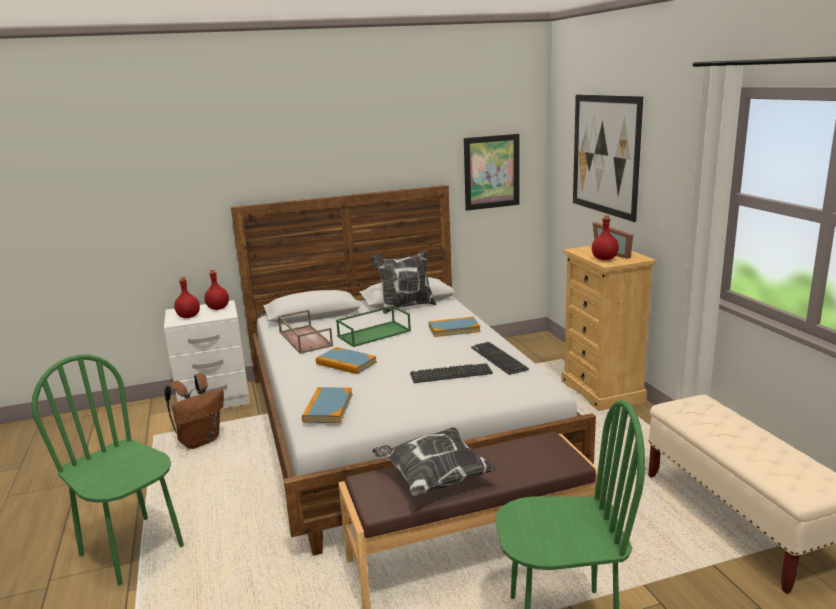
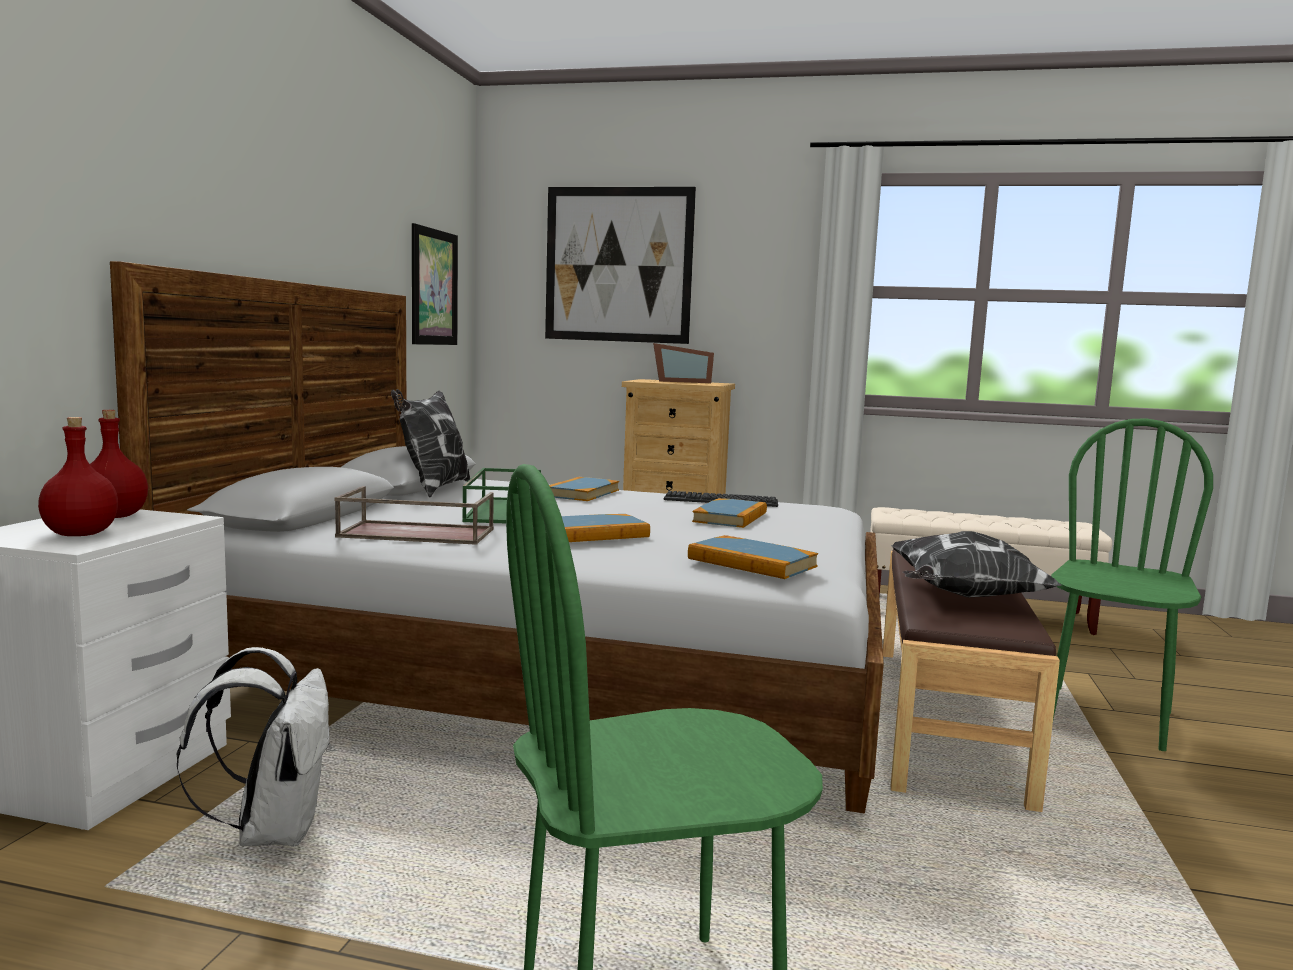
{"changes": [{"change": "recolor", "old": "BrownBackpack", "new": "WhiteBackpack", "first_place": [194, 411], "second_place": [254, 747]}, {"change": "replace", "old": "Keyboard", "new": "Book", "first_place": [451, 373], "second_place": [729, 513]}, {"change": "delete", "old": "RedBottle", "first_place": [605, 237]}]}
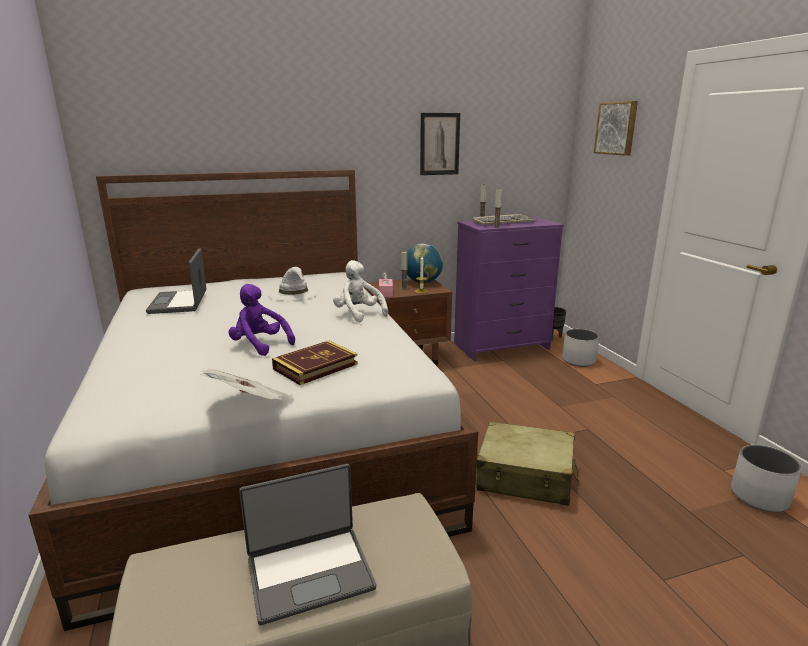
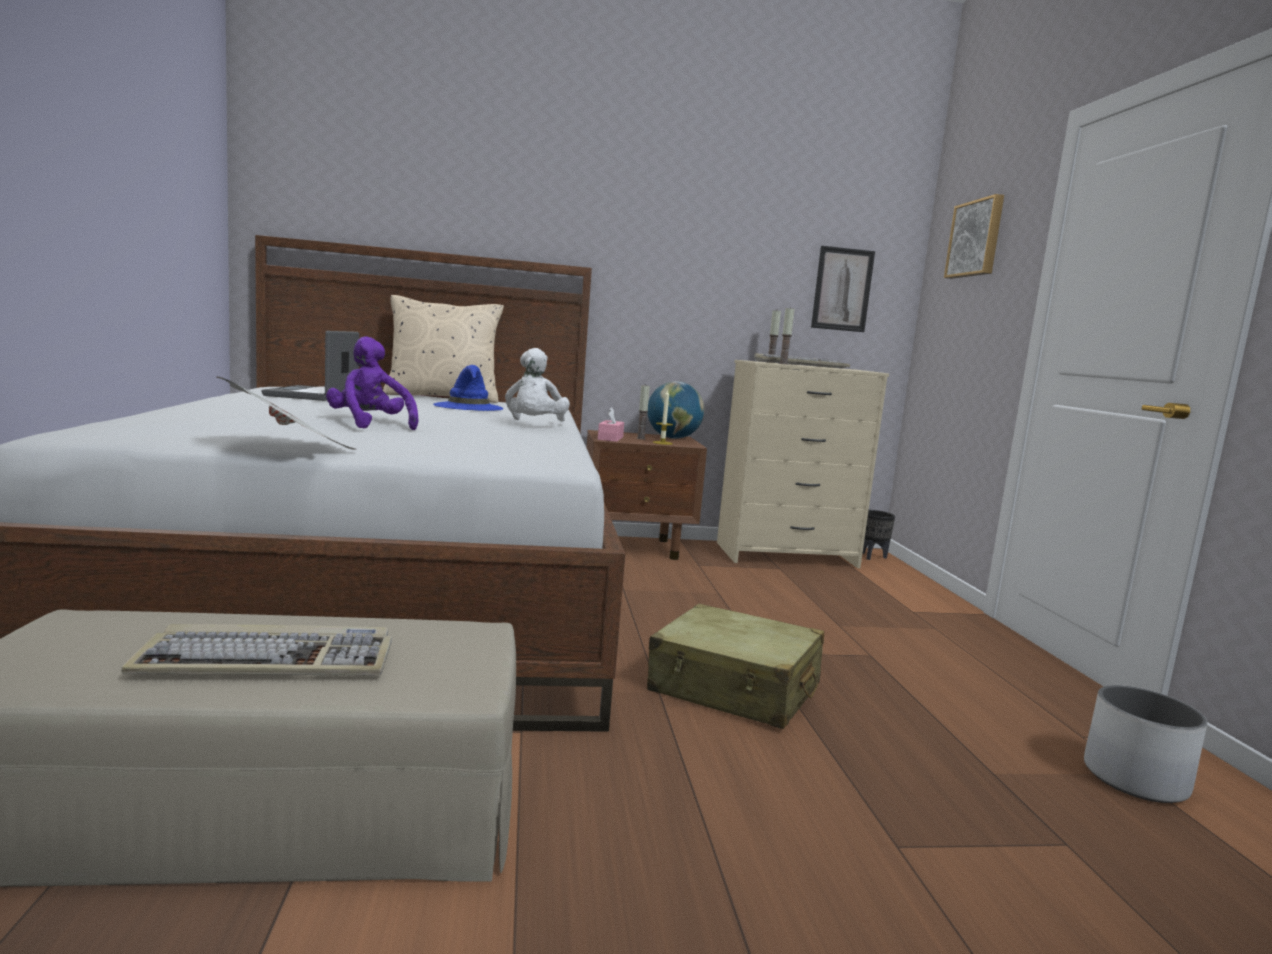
{"changes": [{"change": "replace", "old": "Laptop", "new": "Keyboard", "first_place": [307, 544], "second_place": [256, 650]}, {"change": "insert", "new": "BeigePillow", "second_place": [443, 349]}, {"change": "recolor", "old": "WhiteHat", "new": "BlueHat", "first_place": [294, 284], "second_place": [468, 388]}, {"change": "rotate", "old": "WhitePlushToy", "first_place": [360, 291], "second_place": [537, 385], "degrees": -150}, {"change": "recolor", "old": "PurpleDresser", "new": "BeigeDresser", "first_place": [509, 289], "second_place": [803, 464]}, {"change": "move", "old": "Picture", "first_place": [440, 144], "second_place": [843, 289]}, {"change": "delete", "old": "Book", "first_place": [315, 363]}, {"change": "delete", "old": "WhitePlanter", "first_place": [580, 348]}]}
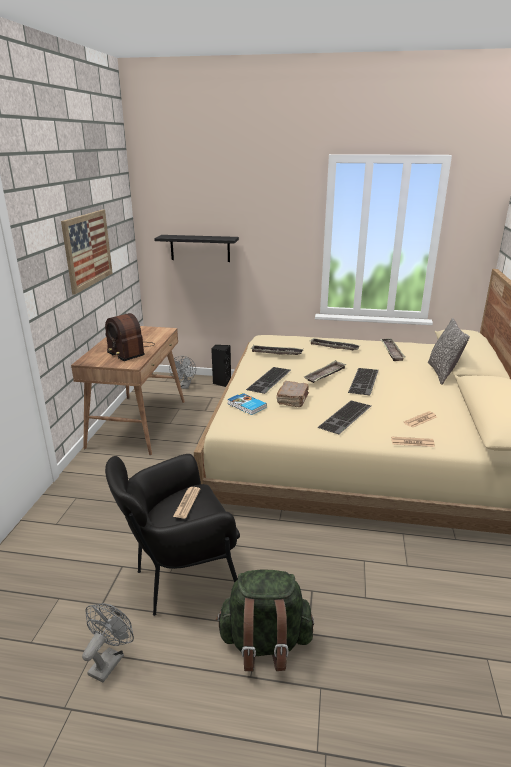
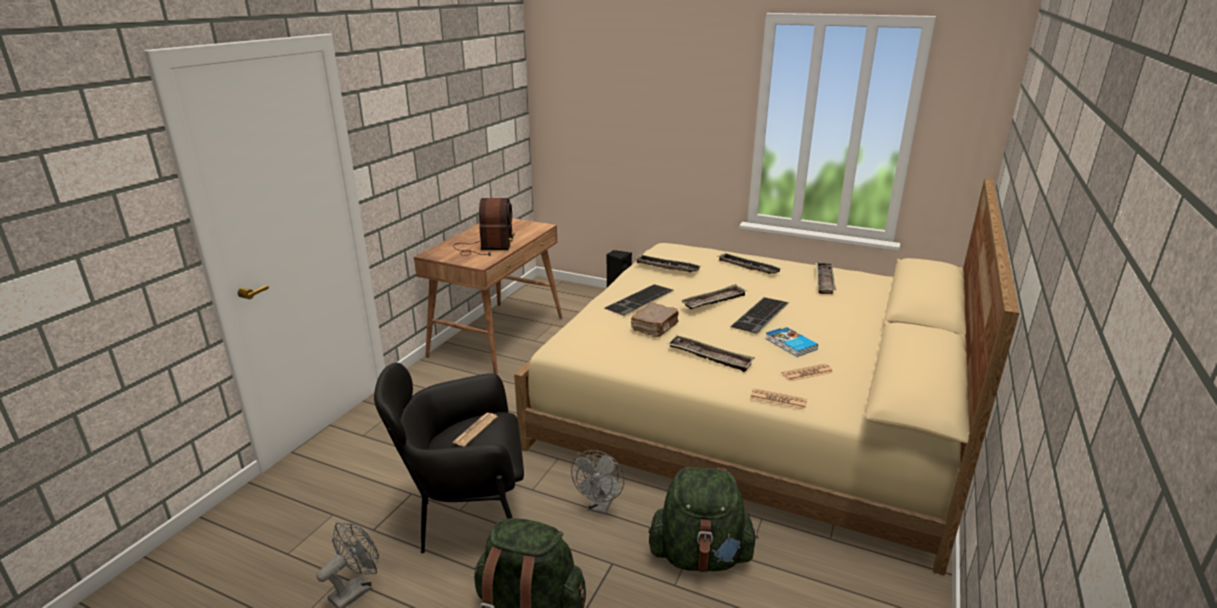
{"changes": [{"change": "rotate", "old": "Radio", "first_place": [130, 337], "second_place": [484, 227], "degrees": -150}, {"change": "move", "old": "GreyFan", "first_place": [182, 372], "second_place": [597, 482]}, {"change": "insert", "new": "GreenBackpack", "second_place": [704, 520]}, {"change": "replace", "old": "Keyboard", "new": "Tray", "first_place": [344, 417], "second_place": [711, 353]}, {"change": "move", "old": "Book", "first_place": [247, 404], "second_place": [791, 341]}, {"change": "delete", "old": "Picture", "first_place": [87, 252]}, {"change": "delete", "old": "BlackShelf", "first_place": [196, 248]}, {"change": "delete", "old": "Pillow", "first_place": [449, 351]}]}
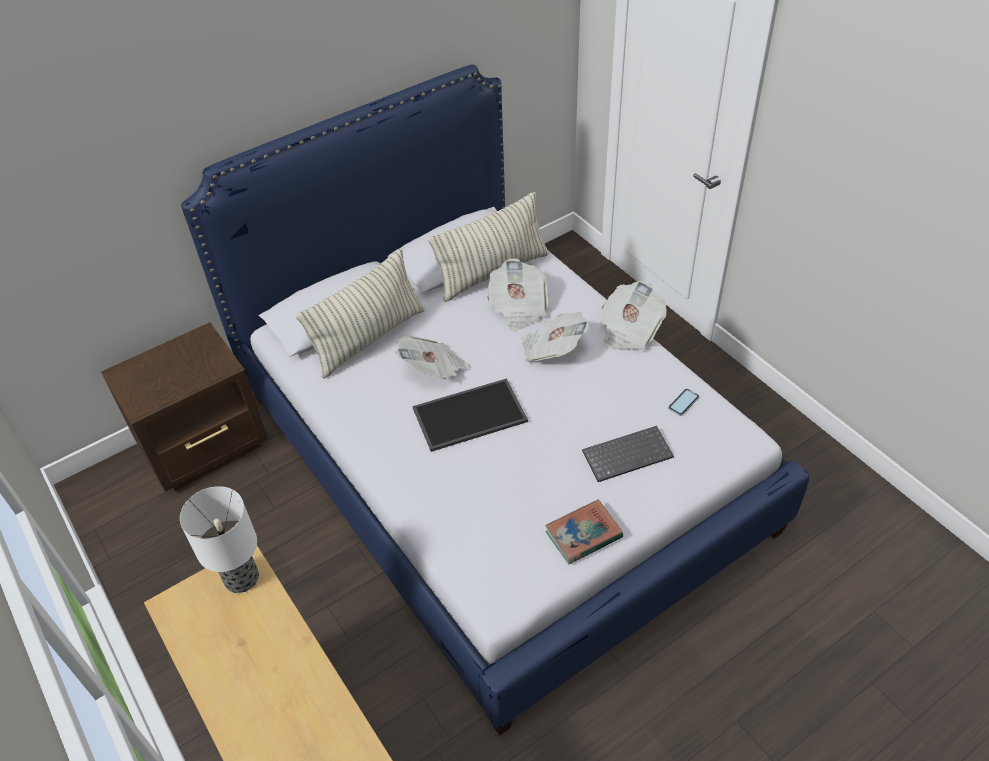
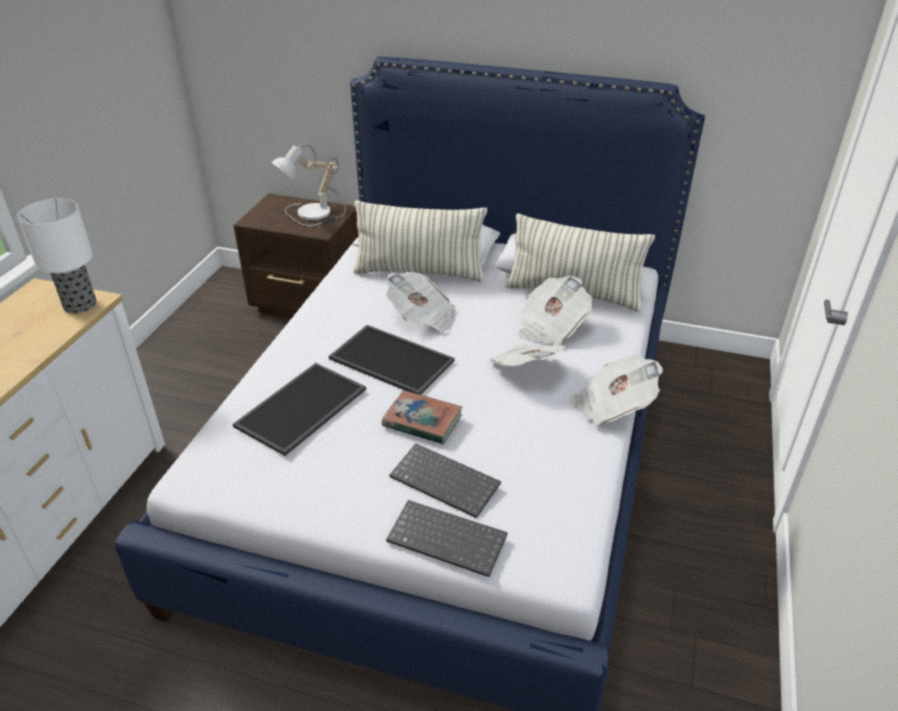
{"changes": [{"change": "insert", "new": "Tray", "second_place": [299, 409]}, {"change": "insert", "new": "TableLamp", "second_place": [308, 186]}, {"change": "move", "old": "Book", "first_place": [584, 531], "second_place": [422, 417]}, {"change": "insert", "new": "Keyboard", "second_place": [447, 538]}, {"change": "delete", "old": "Phone", "first_place": [683, 402]}]}
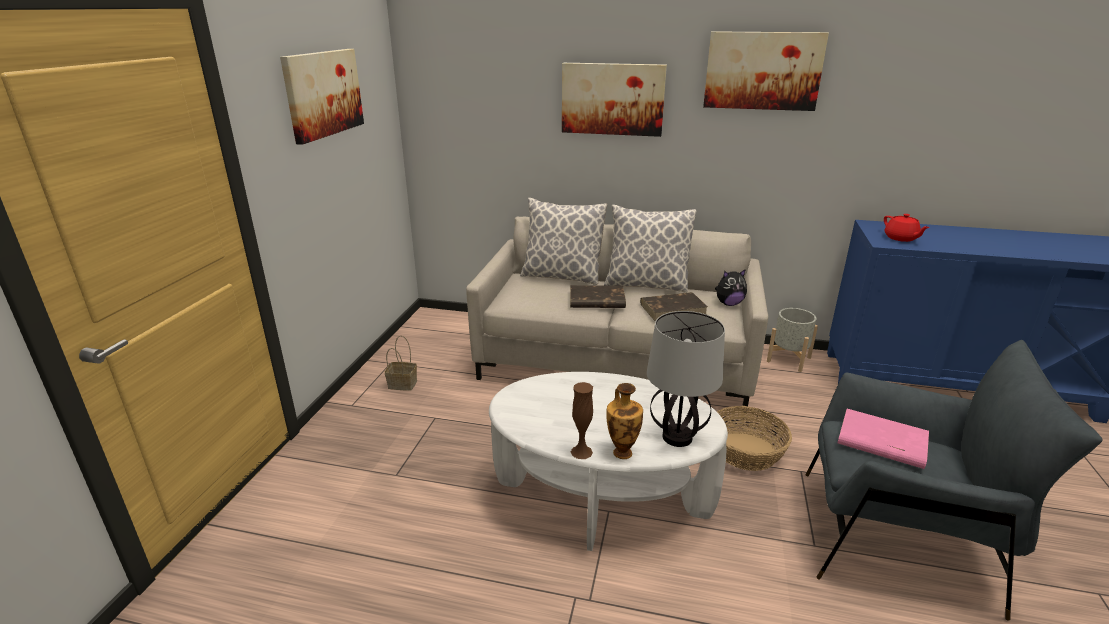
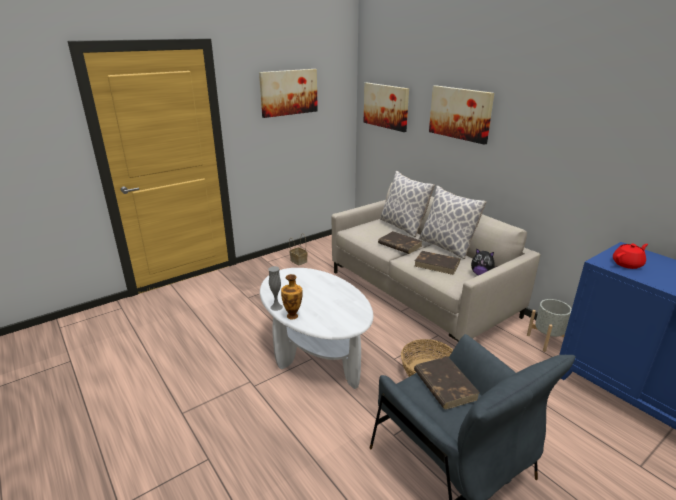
{"changes": [{"change": "recolor", "old": "BrownVase", "new": "GreyVase", "first_place": [582, 420], "second_place": [275, 288]}, {"change": "move", "old": "Picture", "first_place": [766, 71], "second_place": [386, 107]}, {"change": "recolor", "old": "PinkBook", "new": "BrownBook", "first_place": [883, 439], "second_place": [447, 383]}, {"change": "rotate", "old": "RedTeapot", "first_place": [907, 228], "second_place": [630, 256], "degrees": -135}, {"change": "delete", "old": "TableLamp", "first_place": [686, 379]}]}
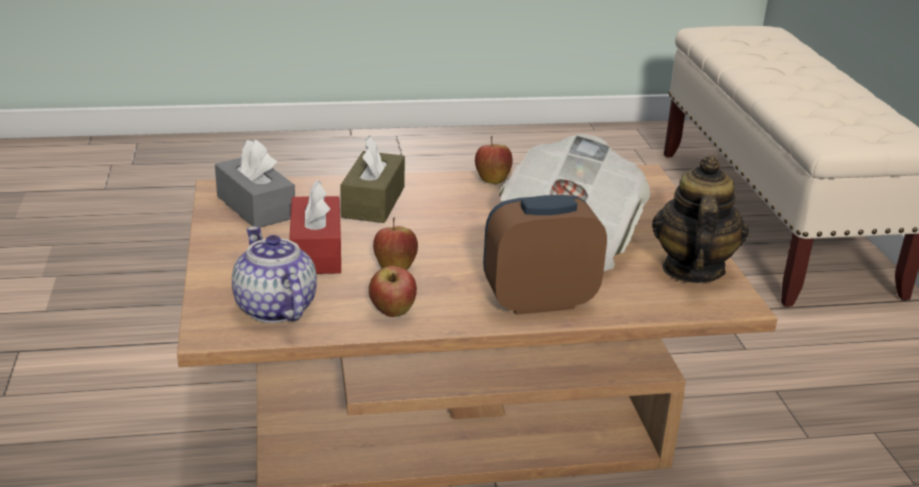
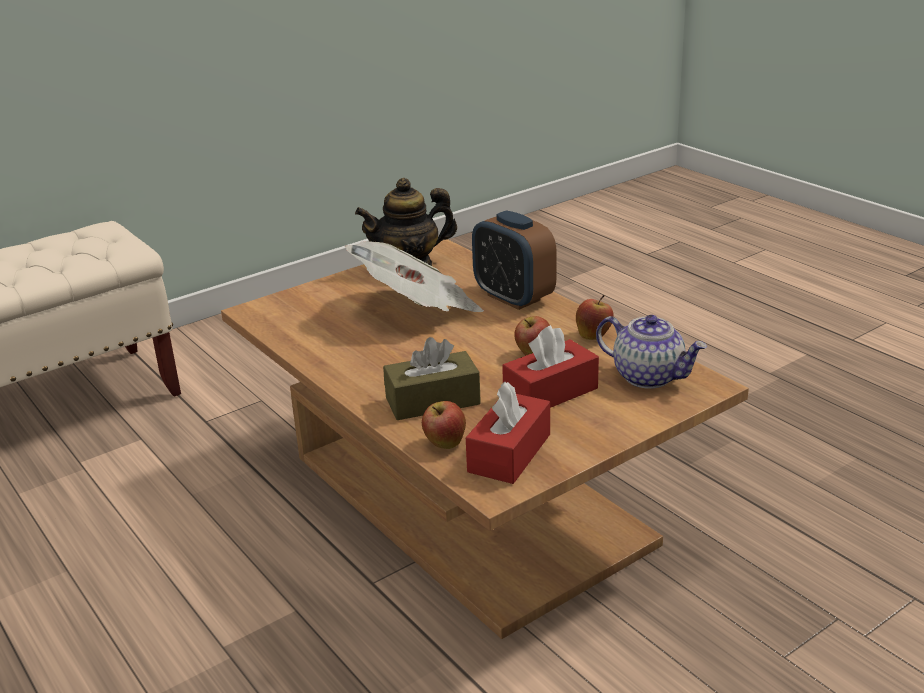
{"changes": [{"change": "move", "old": "Apple", "first_place": [494, 160], "second_place": [444, 425]}, {"change": "recolor", "old": "GreyTissueBox", "new": "RedTissueBox", "first_place": [255, 183], "second_place": [508, 433]}, {"change": "rotate", "old": "Teapot", "first_place": [274, 274], "second_place": [651, 352], "degrees": -90}]}
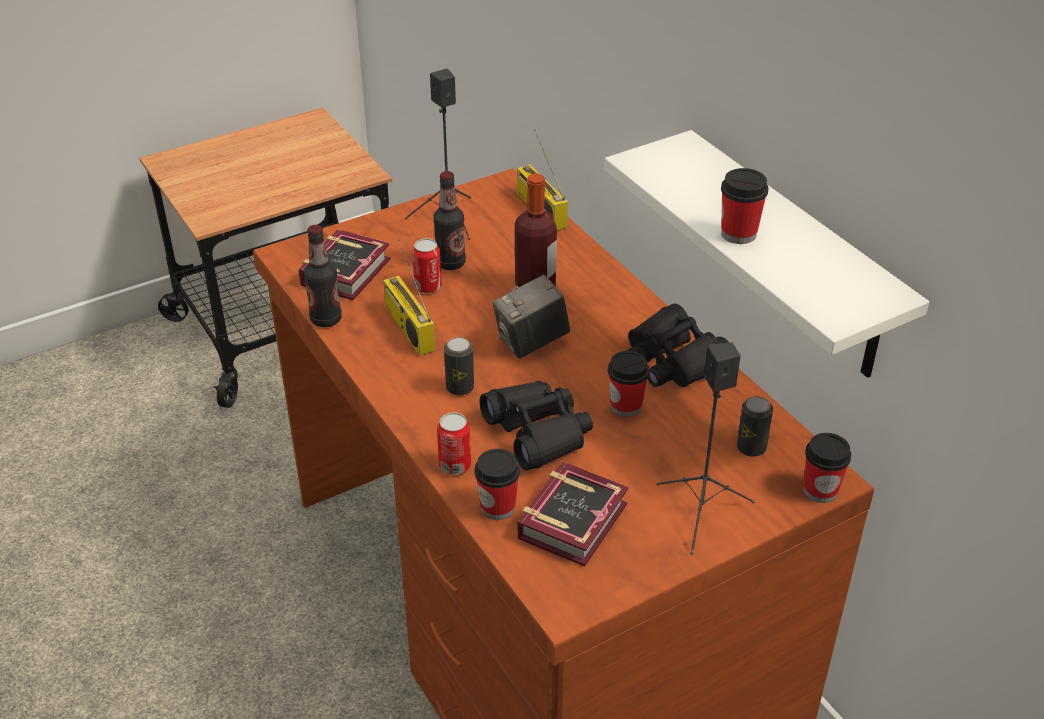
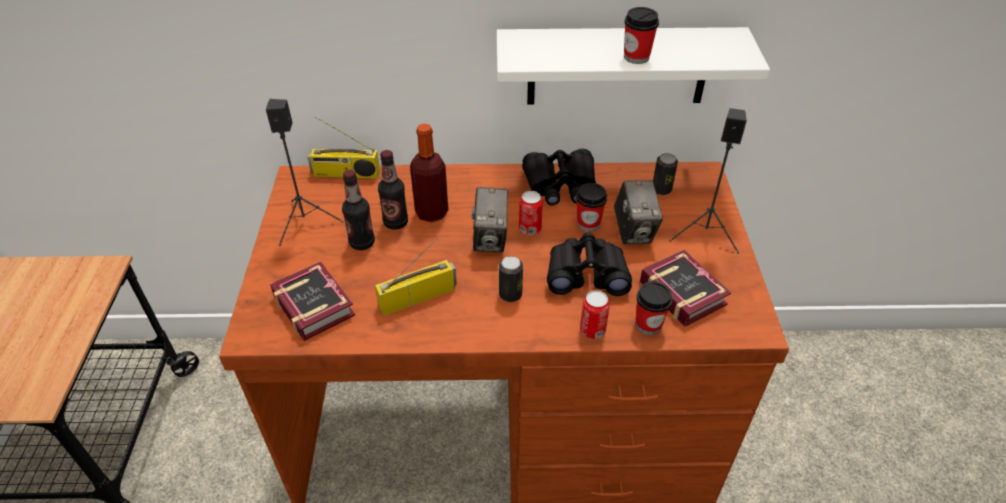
{"changes": [{"change": "rotate", "old": "Radio", "first_place": [409, 297], "second_place": [416, 276], "degrees": 150}, {"change": "move", "old": "Bottle", "first_place": [323, 276], "second_place": [393, 190]}, {"change": "move", "old": "Can", "first_place": [427, 265], "second_place": [531, 213]}, {"change": "insert", "new": "PhotoCamera", "second_place": [638, 212]}, {"change": "delete", "old": "Cup", "first_place": [827, 468]}]}
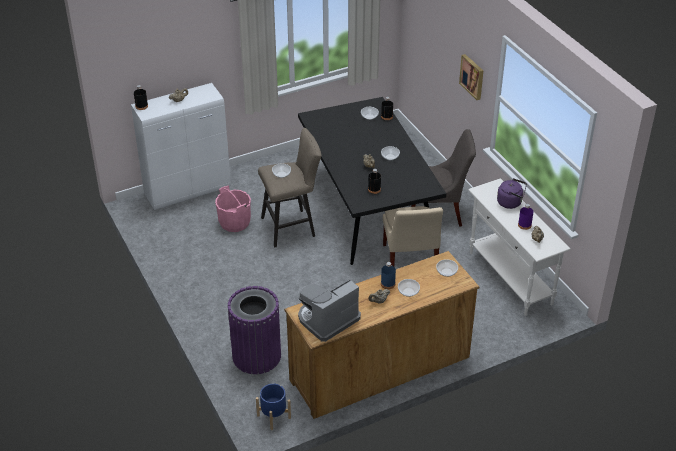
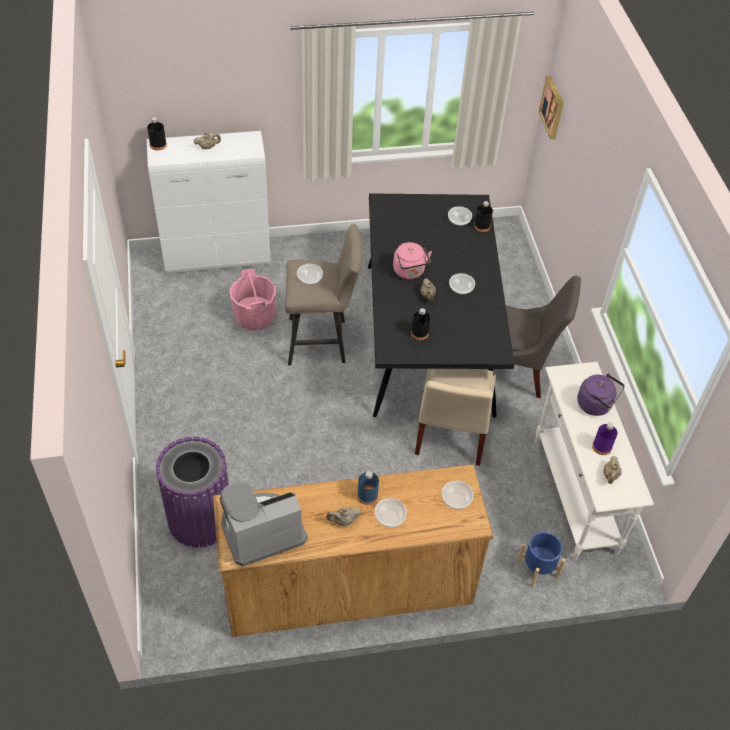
{"changes": [{"change": "insert", "new": "PinkKettle", "second_place": [412, 260]}, {"change": "move", "old": "BluePlanter", "first_place": [273, 407], "second_place": [541, 559]}, {"change": "move", "old": "Picture", "first_place": [471, 77], "second_place": [550, 107]}]}
